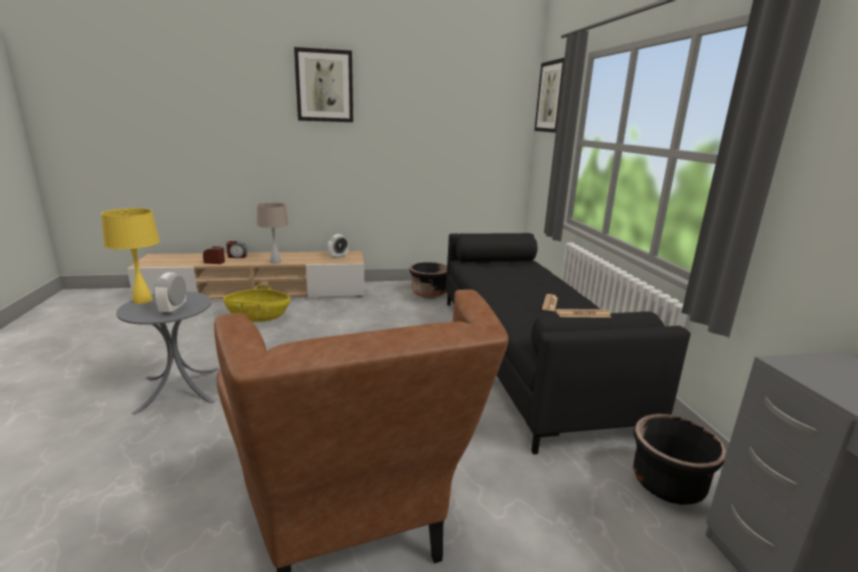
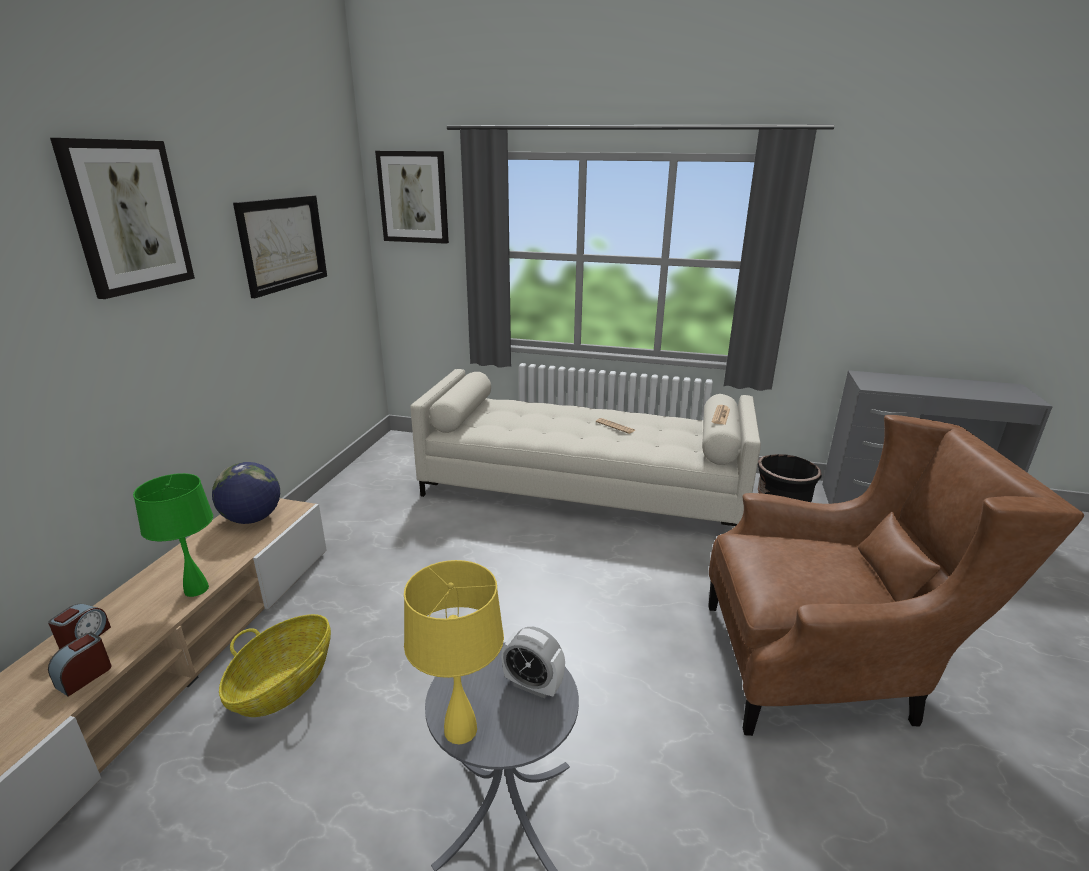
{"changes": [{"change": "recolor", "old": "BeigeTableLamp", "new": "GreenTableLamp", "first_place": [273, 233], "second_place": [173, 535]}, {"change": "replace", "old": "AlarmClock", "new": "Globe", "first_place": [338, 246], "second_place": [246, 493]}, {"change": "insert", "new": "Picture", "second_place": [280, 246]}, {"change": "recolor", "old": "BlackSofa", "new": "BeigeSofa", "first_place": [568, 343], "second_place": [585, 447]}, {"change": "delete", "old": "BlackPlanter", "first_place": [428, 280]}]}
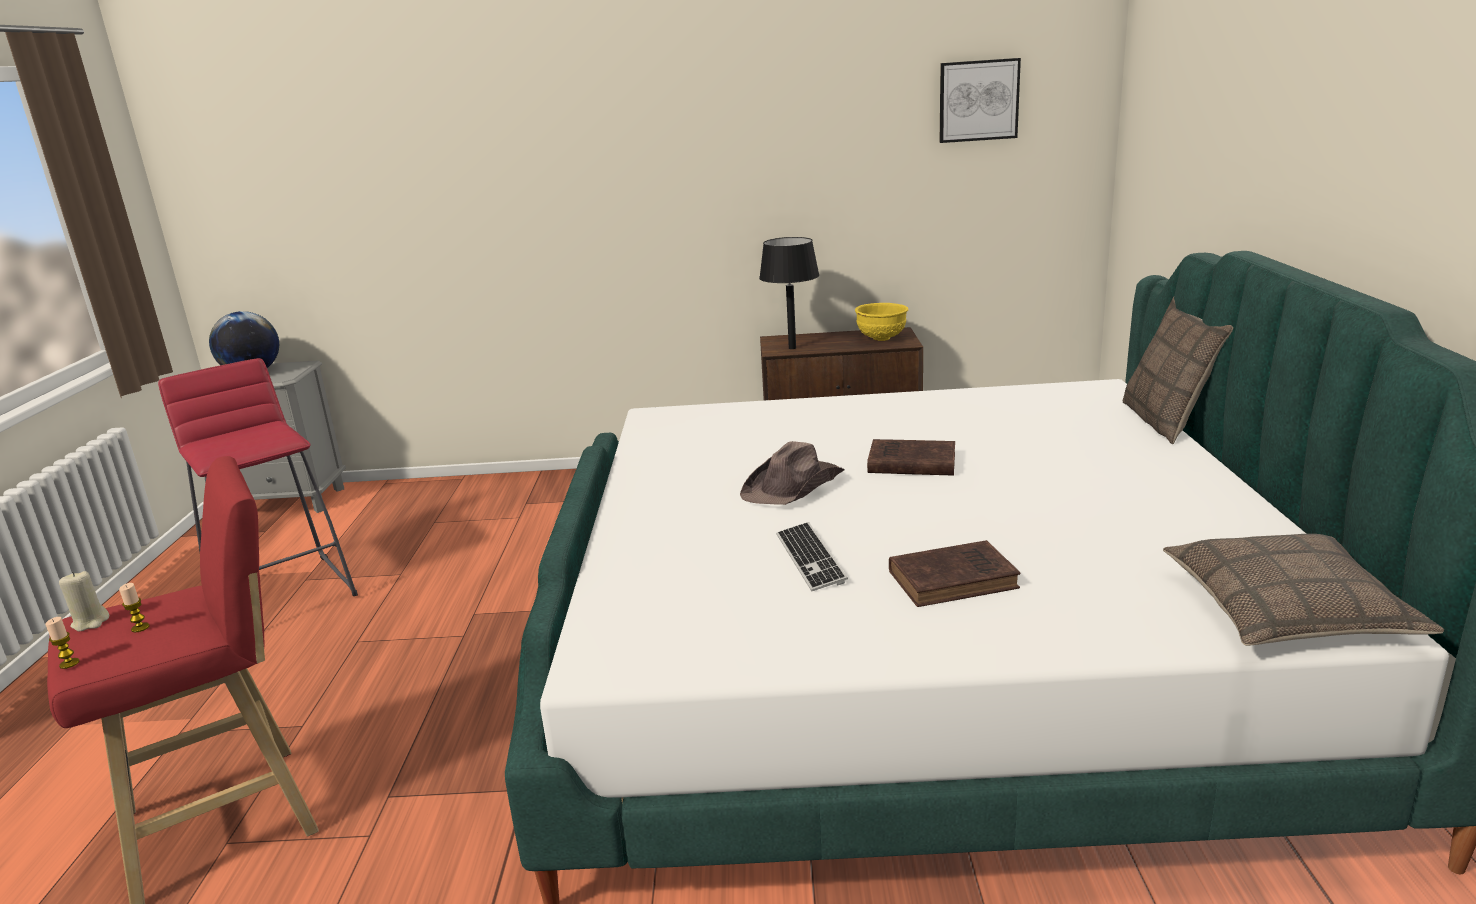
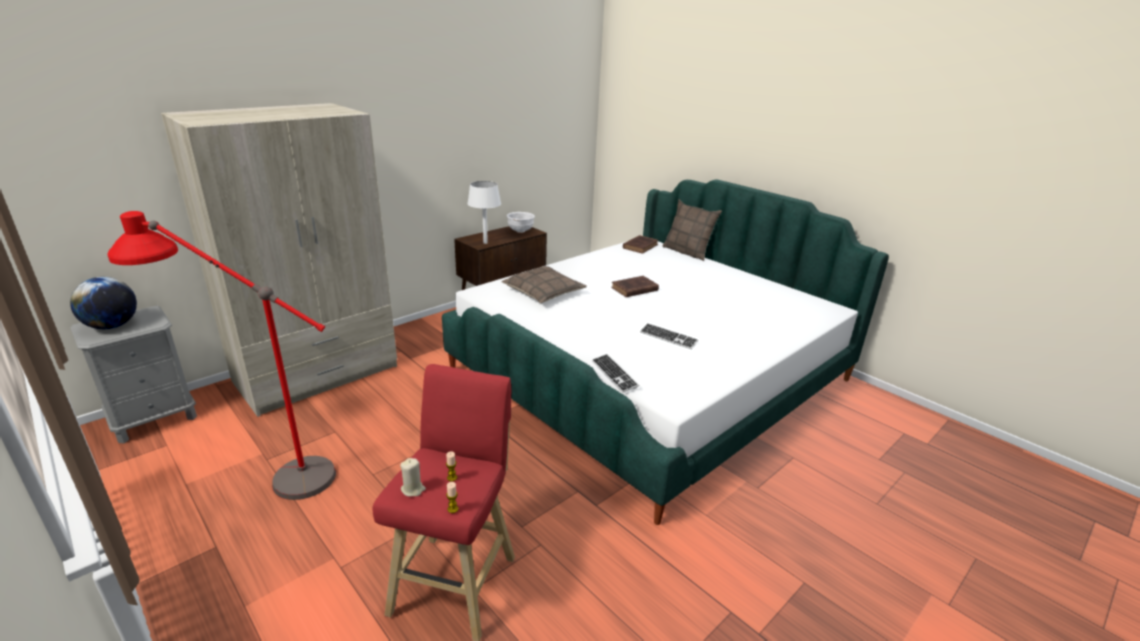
{"changes": [{"change": "replace", "old": "RedStool", "new": "RedFloorLamp", "first_place": [258, 477], "second_place": [221, 355]}, {"change": "insert", "new": "BeigeWardrobe", "second_place": [279, 260]}, {"change": "recolor", "old": "BlackTableLamp", "new": "WhiteTableLamp", "first_place": [789, 293], "second_place": [484, 212]}, {"change": "move", "old": "Pillow", "first_place": [1303, 590], "second_place": [544, 284]}, {"change": "recolor", "old": "YellowBowl", "new": "WhiteBowl", "first_place": [882, 322], "second_place": [521, 222]}, {"change": "insert", "new": "Keyboard", "second_place": [615, 373]}, {"change": "move", "old": "BrownBook", "first_place": [954, 573], "second_place": [640, 244]}, {"change": "delete", "old": "BrownHat", "first_place": [792, 473]}, {"change": "delete", "old": "Picture", "first_place": [980, 100]}]}
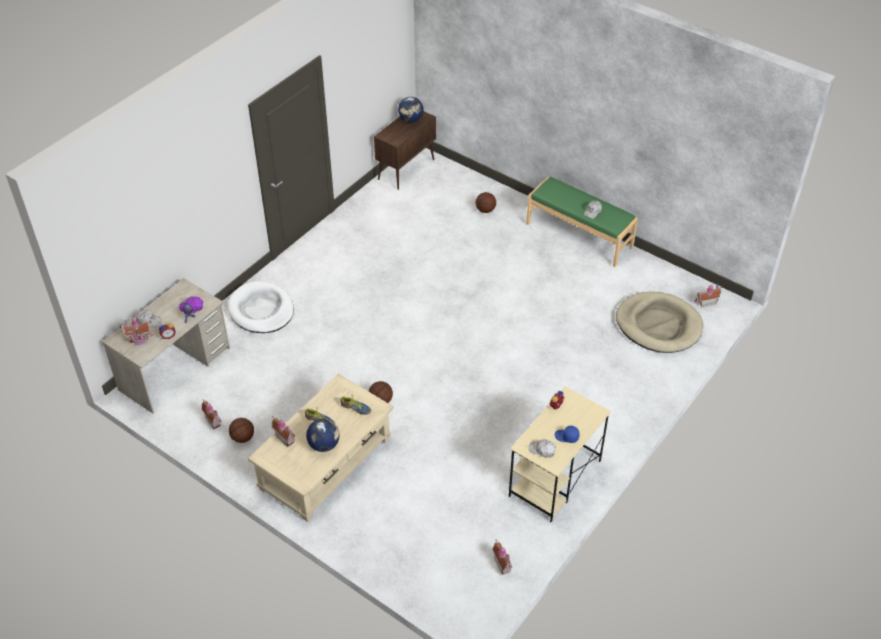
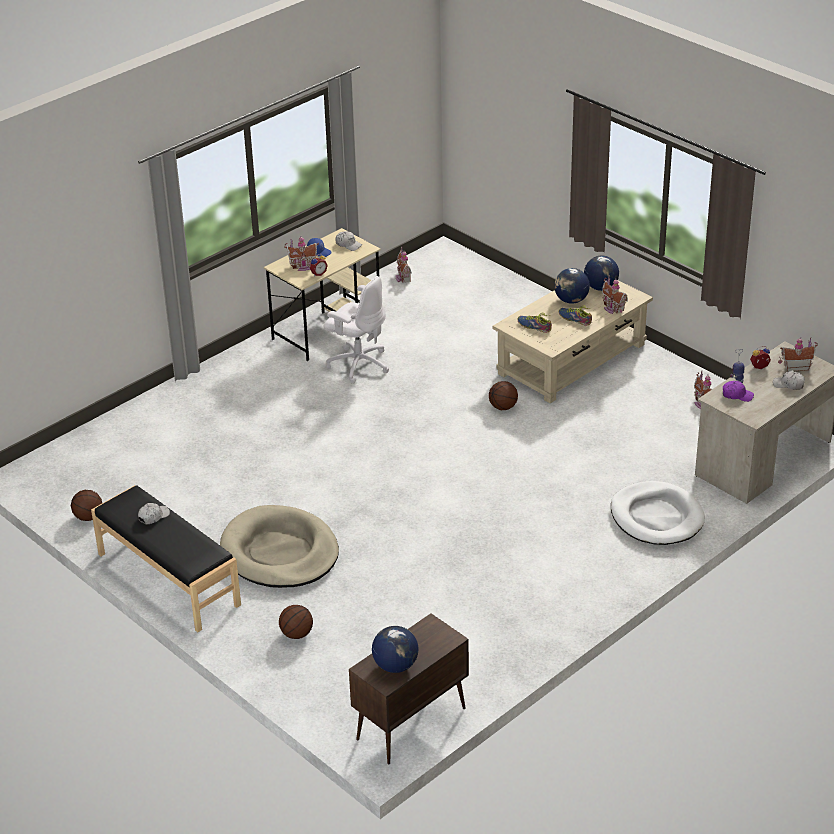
{"changes": [{"change": "move", "old": "Basketball", "first_place": [241, 430], "second_place": [86, 505]}, {"change": "recolor", "old": "GreenBench", "new": "BlackBench", "first_place": [582, 222], "second_place": [166, 558]}, {"change": "move", "old": "BeigeDogBed", "first_place": [659, 322], "second_place": [279, 546]}, {"change": "move", "old": "ToyHouse", "first_place": [708, 295], "second_place": [301, 253]}, {"change": "insert", "new": "WhiteOfficeChair", "second_place": [356, 330]}, {"change": "insert", "new": "Globe", "second_place": [601, 273]}]}
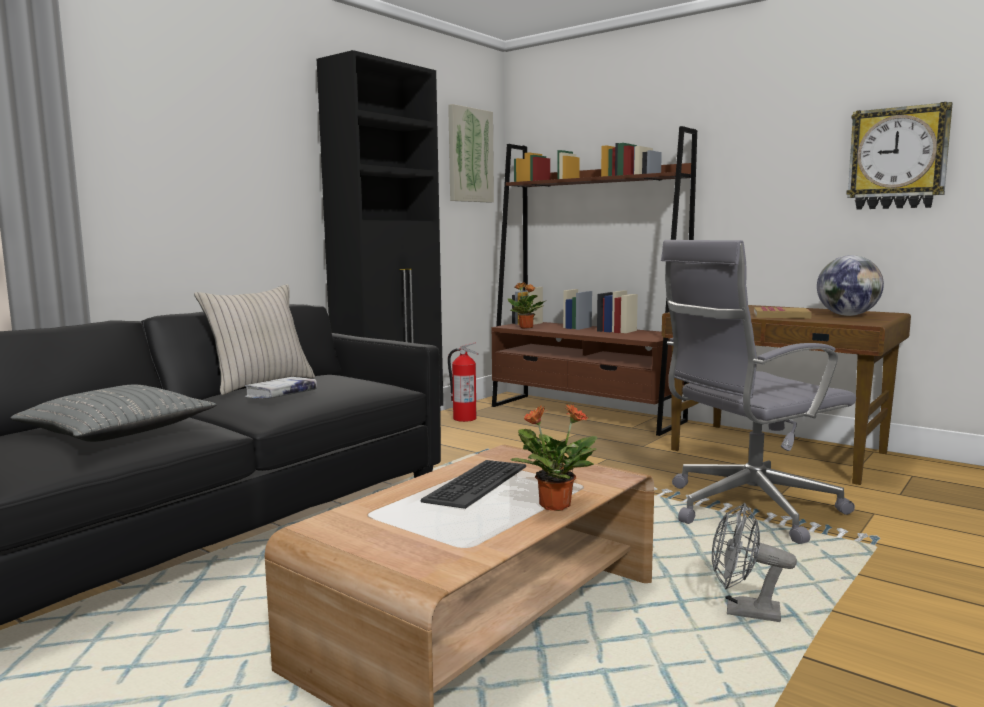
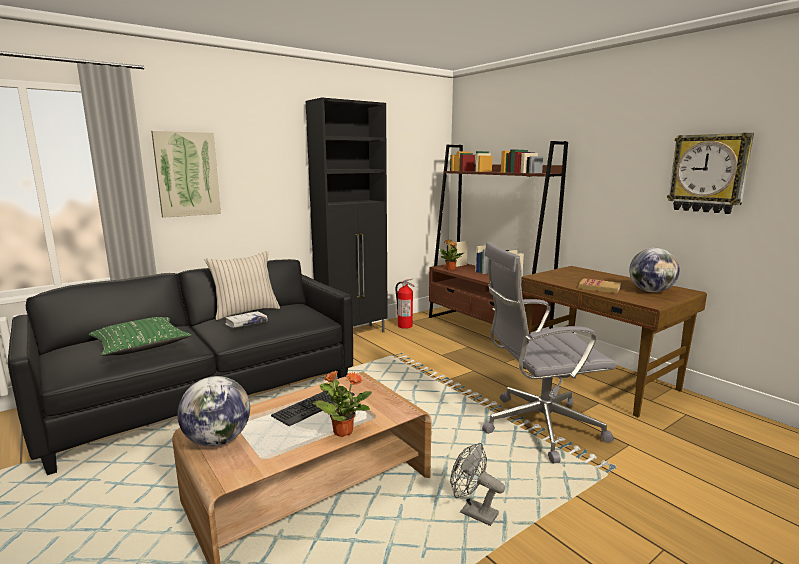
{"changes": [{"change": "recolor", "old": "GreyPillow", "new": "GreenPillow", "first_place": [113, 413], "second_place": [140, 336]}, {"change": "move", "old": "Picture", "first_place": [471, 153], "second_place": [186, 174]}, {"change": "insert", "new": "Globe", "second_place": [213, 411]}]}
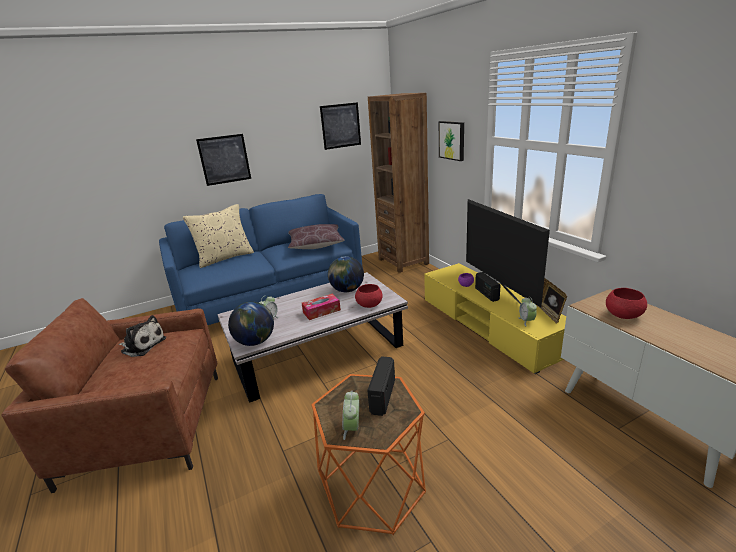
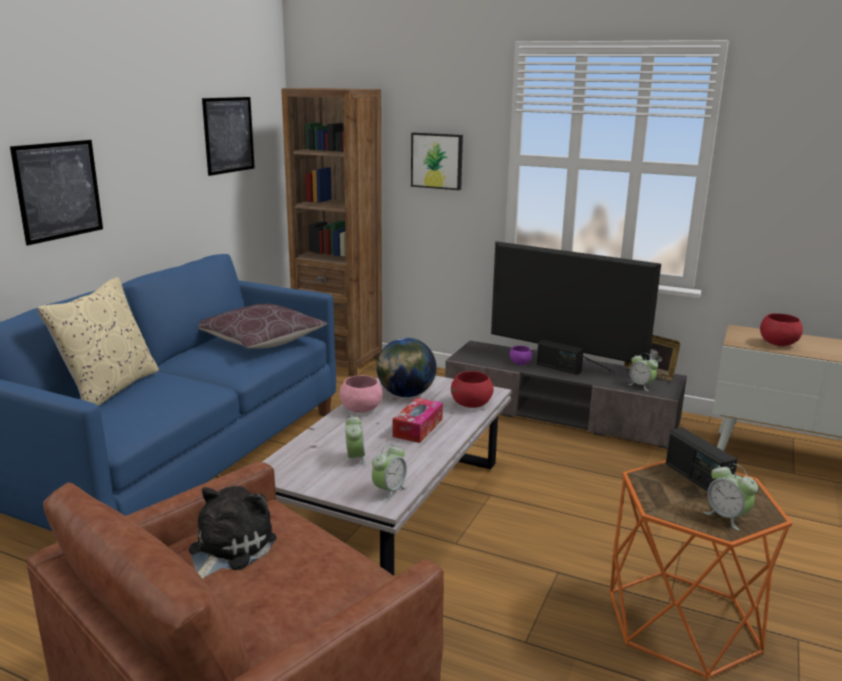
{"changes": [{"change": "rotate", "old": "PlushToy", "first_place": [142, 336], "second_place": [233, 532], "degrees": -45}, {"change": "insert", "new": "PinkBowl", "second_place": [361, 394]}, {"change": "replace", "old": "Globe", "new": "AlarmClock", "first_place": [251, 324], "second_place": [389, 472]}, {"change": "recolor", "old": "YellowTvStand", "new": "GreyTvStand", "first_place": [495, 318], "second_place": [566, 395]}]}
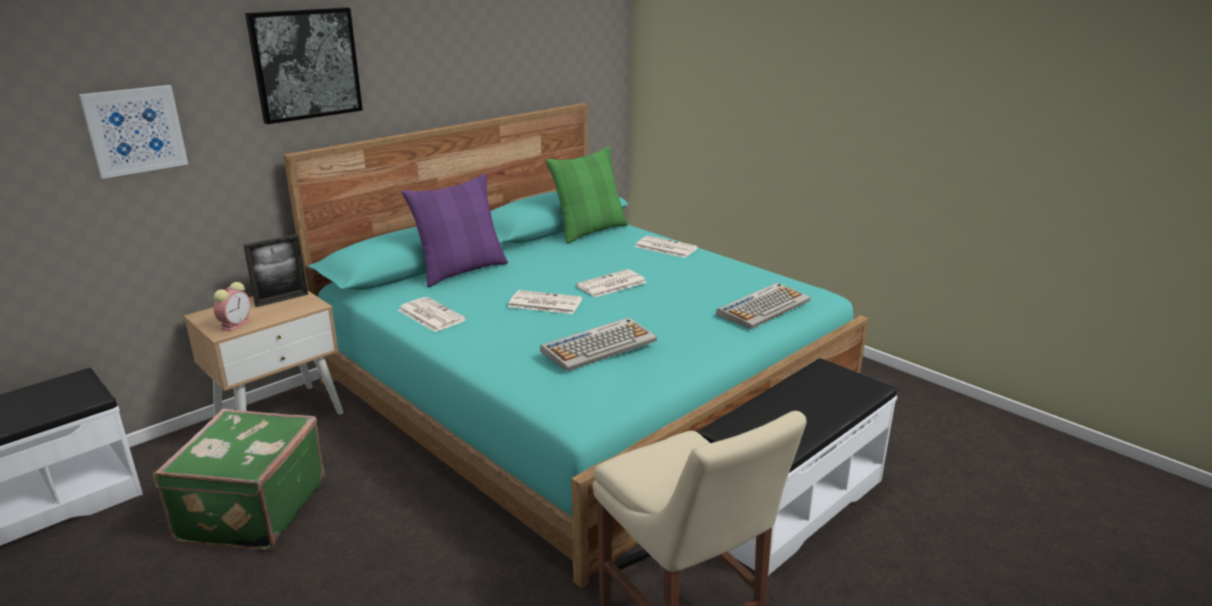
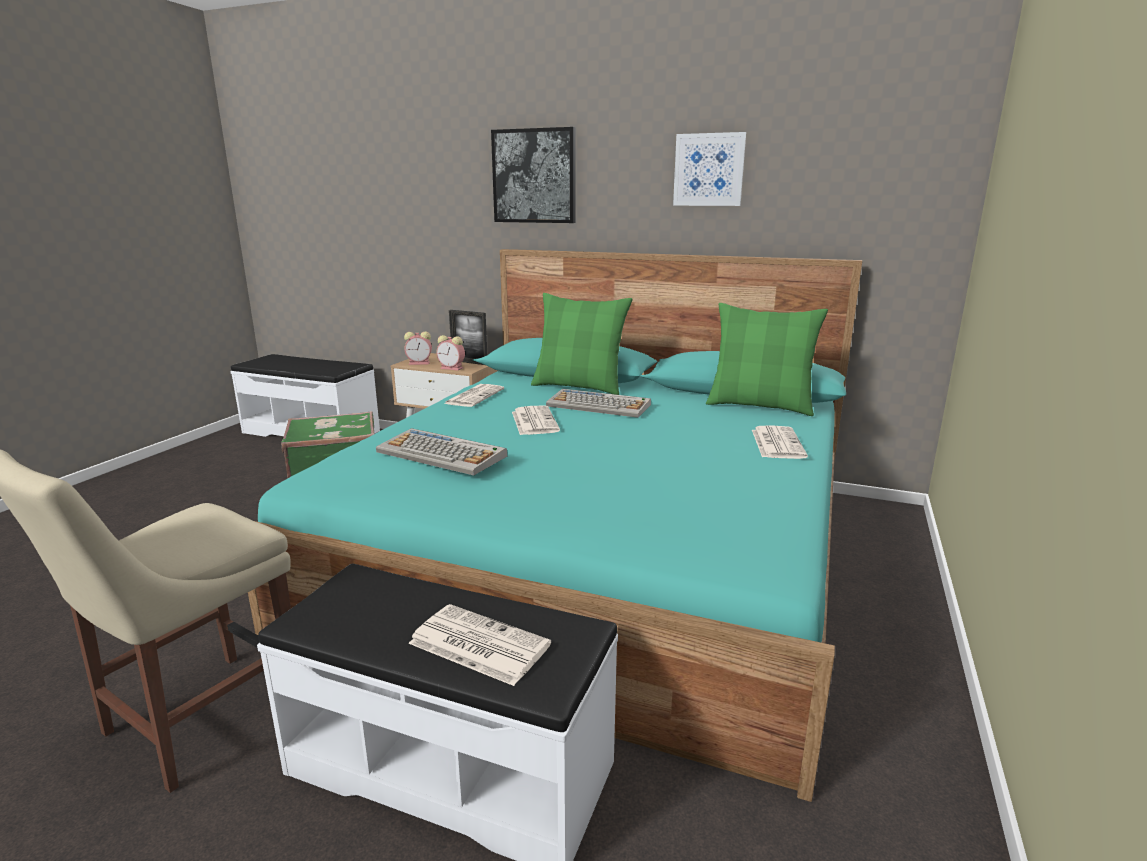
{"changes": [{"change": "move", "old": "Newspaper", "first_place": [611, 283], "second_place": [479, 645]}, {"change": "insert", "new": "AlarmClock", "second_place": [450, 353]}, {"change": "recolor", "old": "PurplePillow", "new": "GreenPillow", "first_place": [455, 230], "second_place": [581, 344]}, {"change": "move", "old": "Keyboard", "first_place": [763, 306], "second_place": [598, 403]}, {"change": "move", "old": "Picture", "first_place": [133, 132], "second_place": [709, 169]}]}
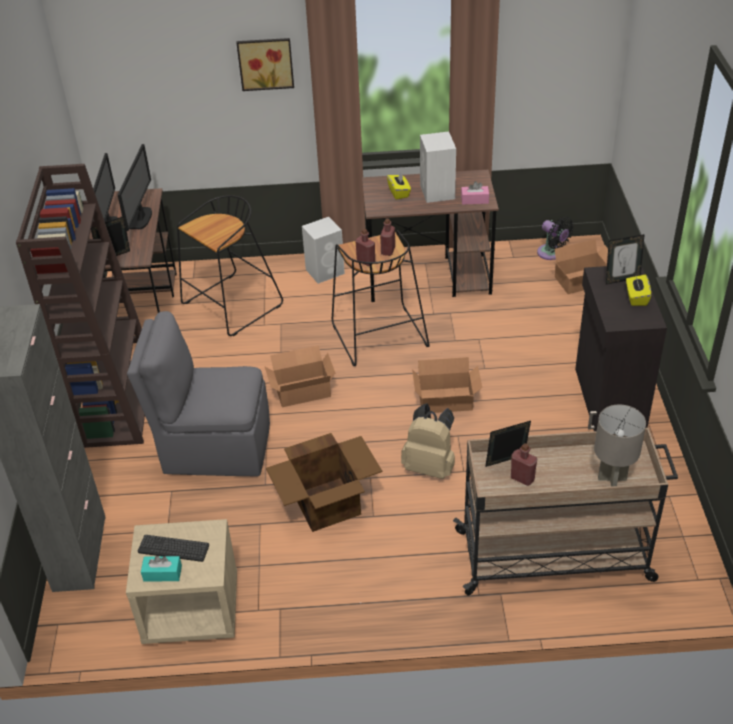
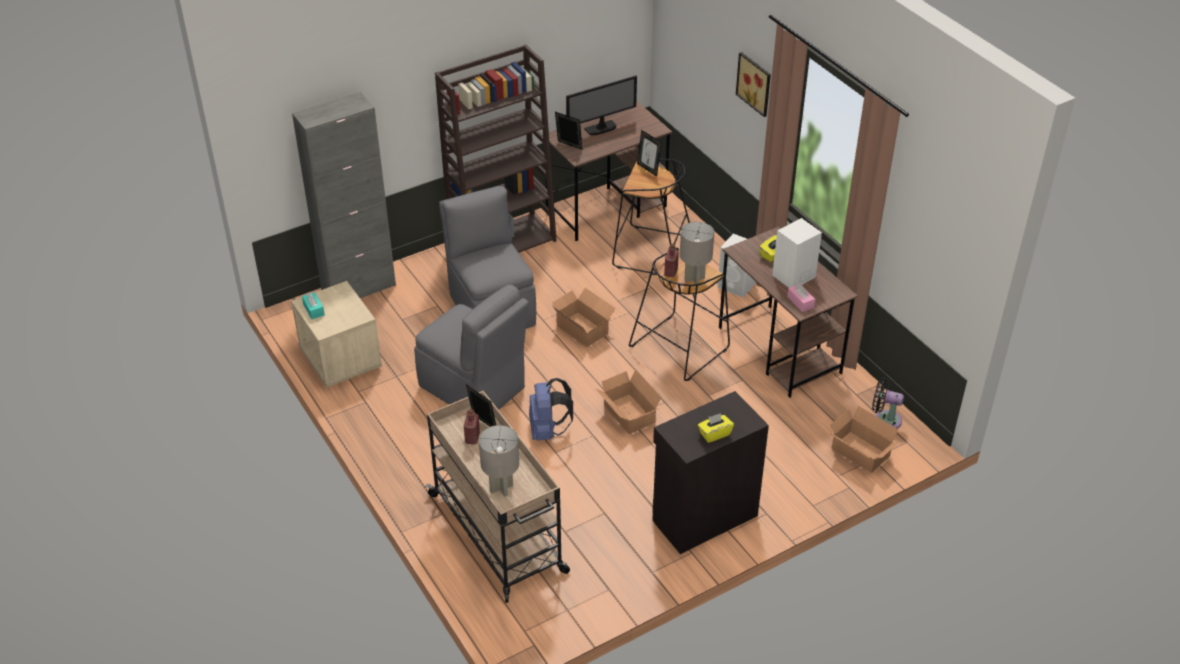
{"changes": [{"change": "replace", "old": "CardboardBox", "new": "GreyChair", "first_place": [324, 482], "second_place": [471, 347]}, {"change": "recolor", "old": "BeigeBackpack", "new": "BlueBackpack", "first_place": [428, 441], "second_place": [551, 409]}, {"change": "move", "old": "PictureFrame", "first_place": [625, 259], "second_place": [649, 153]}, {"change": "replace", "old": "RedBottle", "new": "GreyTableLamp", "first_place": [387, 237], "second_place": [697, 254]}, {"change": "rotate", "old": "BlackFan", "first_place": [555, 238], "second_place": [888, 403], "degrees": 90}, {"change": "delete", "old": "Monitor", "first_place": [134, 187]}, {"change": "delete", "old": "Keyboard", "first_place": [173, 548]}]}
